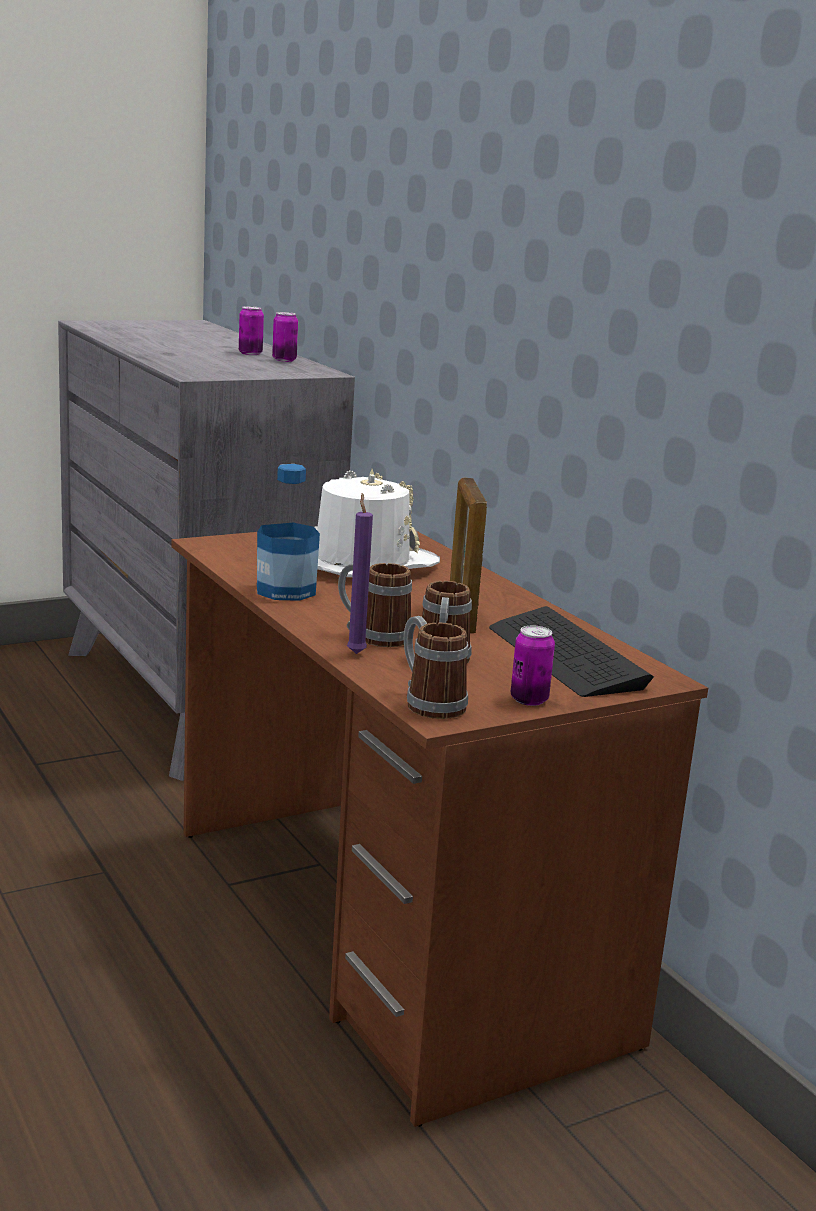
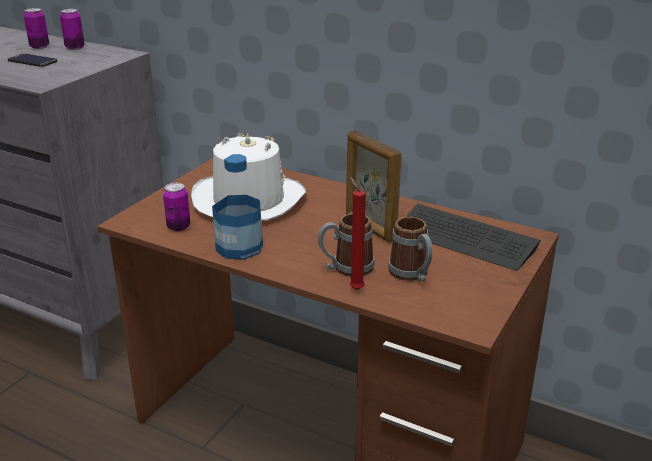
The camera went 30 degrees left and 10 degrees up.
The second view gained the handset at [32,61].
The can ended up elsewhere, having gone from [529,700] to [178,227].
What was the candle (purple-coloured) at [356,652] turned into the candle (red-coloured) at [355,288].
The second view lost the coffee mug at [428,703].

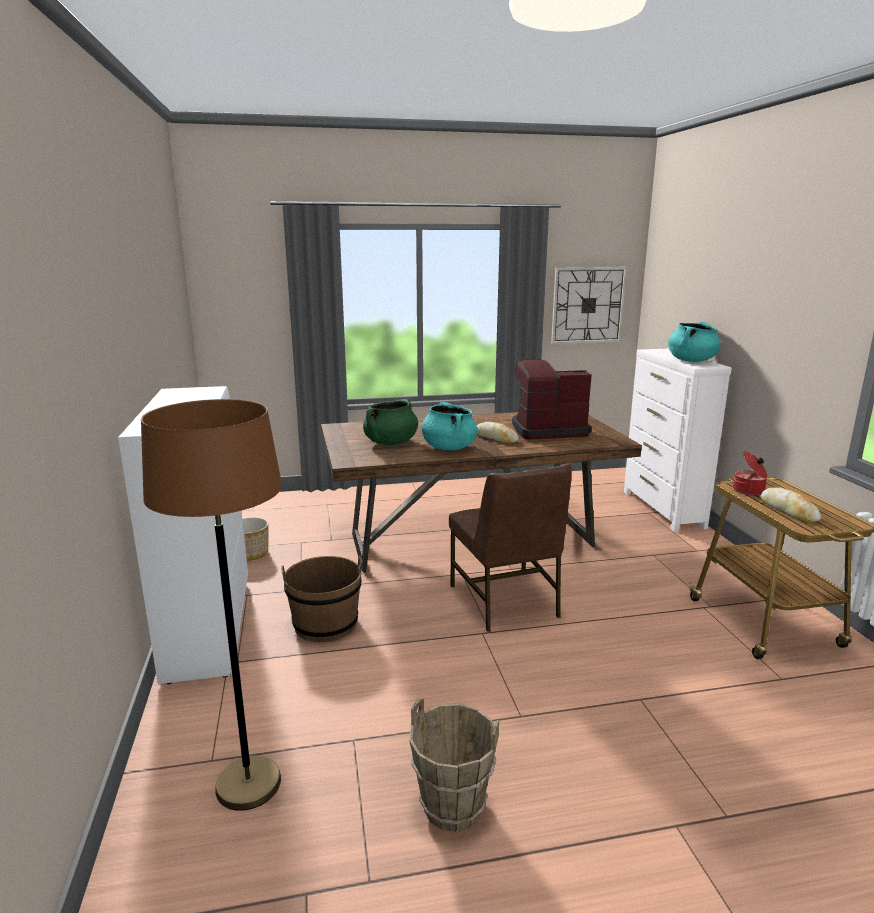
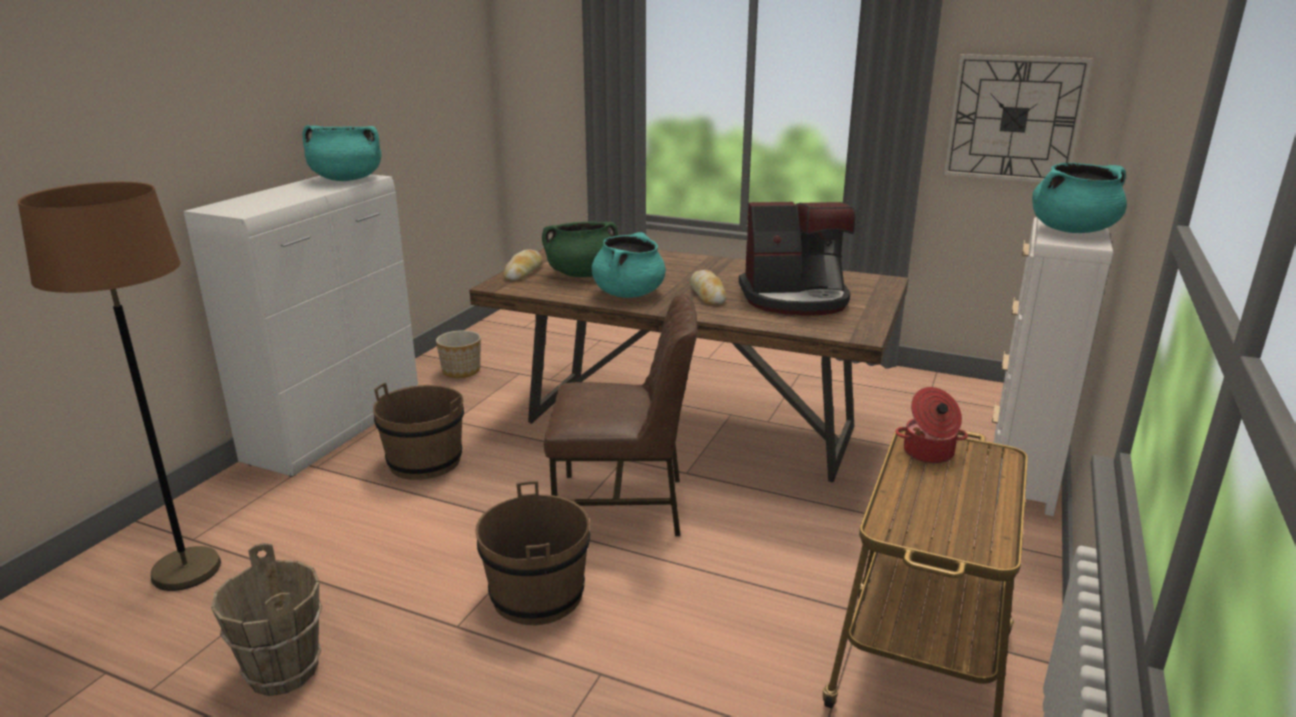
The camera went 35 degrees right and 5 degrees up.
The second view gained the cooking pot (blue-green) at [346,179].
The second view gained the bucket (brown) at [537,595].
The bakery bread ended up elsewhere, having gone from [788,510] to [523,272].
The plain chair (brown) at [505,601] ended up facing another way, 105 degrees counterclockwise from before.
The coffee maker at [547,430] ended up facing another way, 150 degrees clockwise from before.

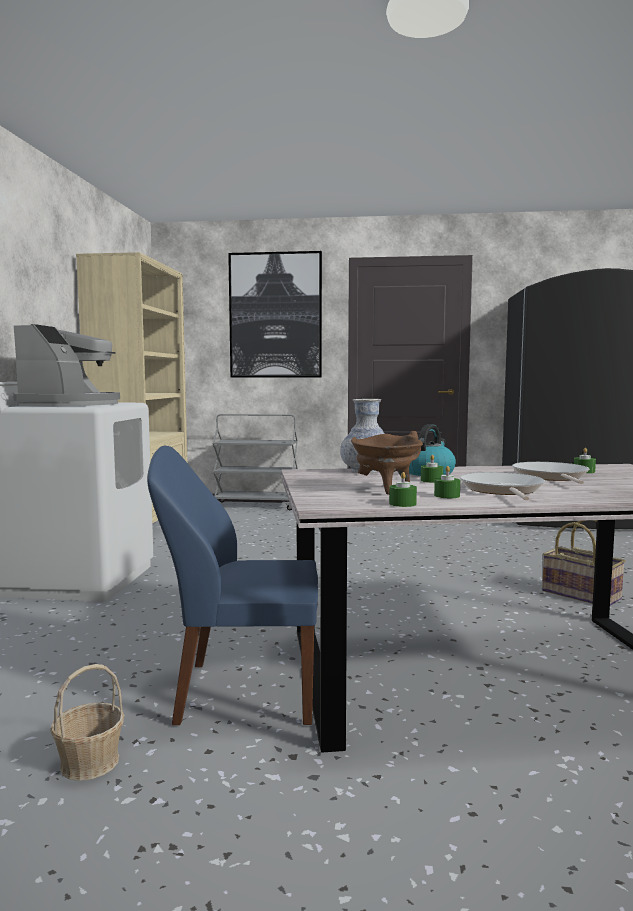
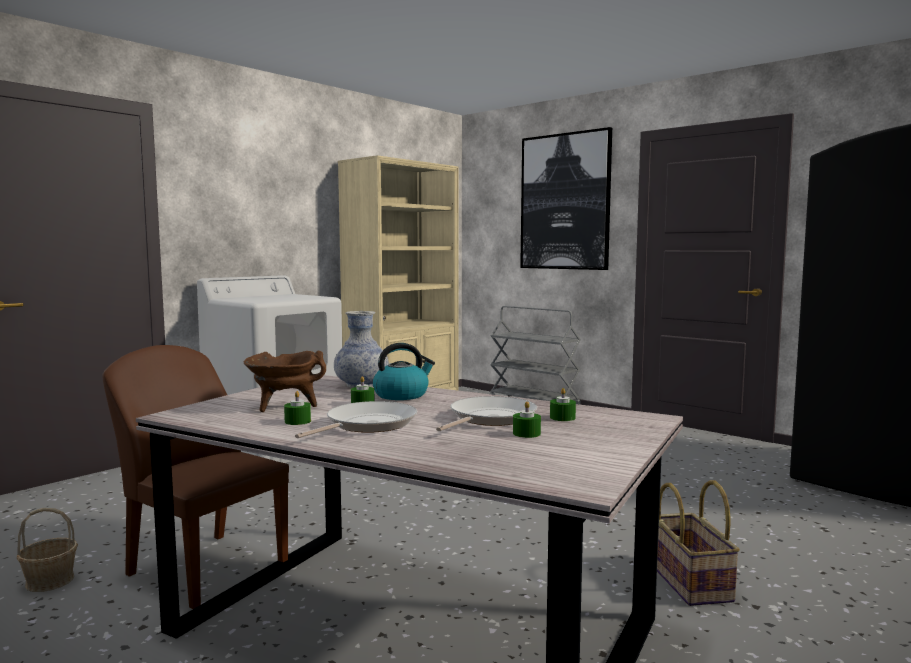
The camera went 35 degrees right and 0 degrees up.
What was the plain chair (blue) at [243,692] turned into the plain chair (brown) at [205,568].
The candle (green-coloured) ended up elsewhere, having gone from [402,504] to [526,433].
The second view lost the coffee maker at [71,404].

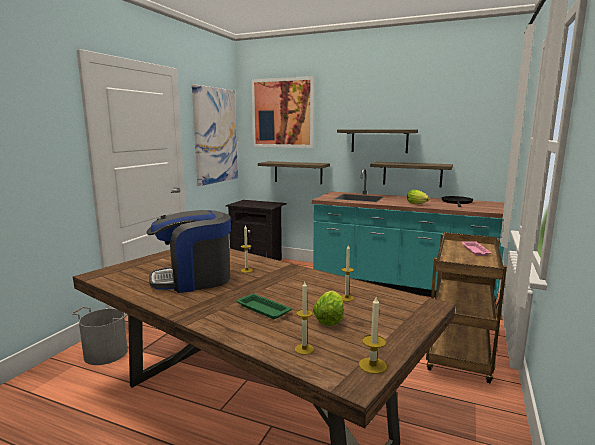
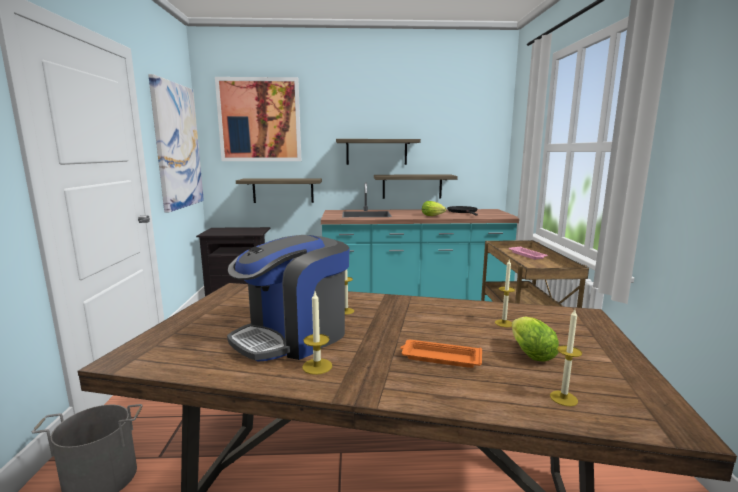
The camera went 25 degrees left and 0 degrees up.
The candle ended up elsewhere, having gone from [372,365] to [317,366].
What was the tray (green-coloured) at [262,309] turned into the tray (orange) at [439,358].

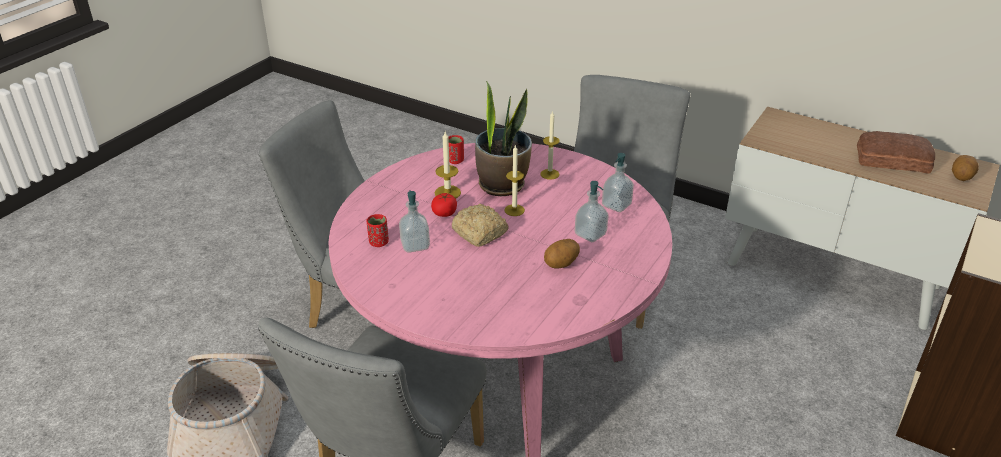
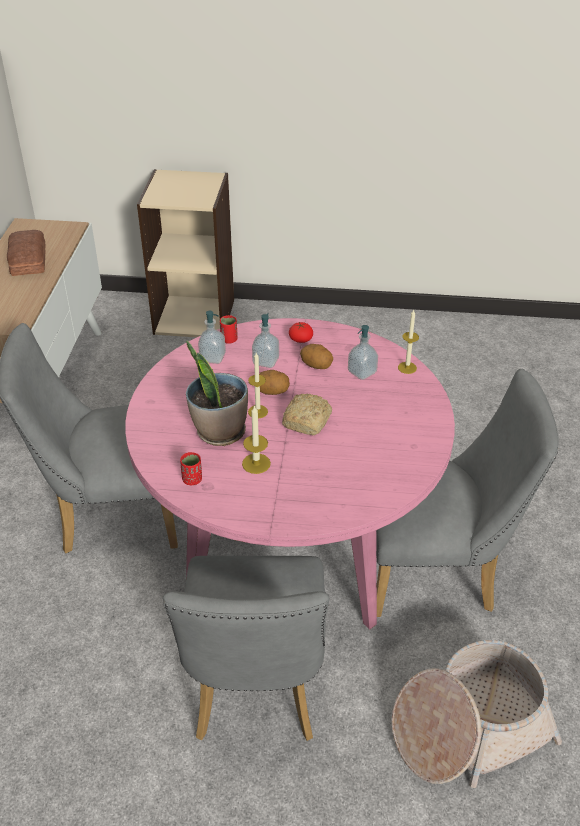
The camera went 115 degrees left and 5 degrees up.
The small cup (red-coloured) ended up elsewhere, having gone from [379,242] to [229,340].
The potato ended up elsewhere, having gone from [961,177] to [272,392].
The tomato ended up elsewhere, having gone from [444,212] to [300,339].
The soap bottle ended up elsewhere, having gone from [415,245] to [362,372].
The candle ended up elsewhere, having gone from [549,174] to [407,368].

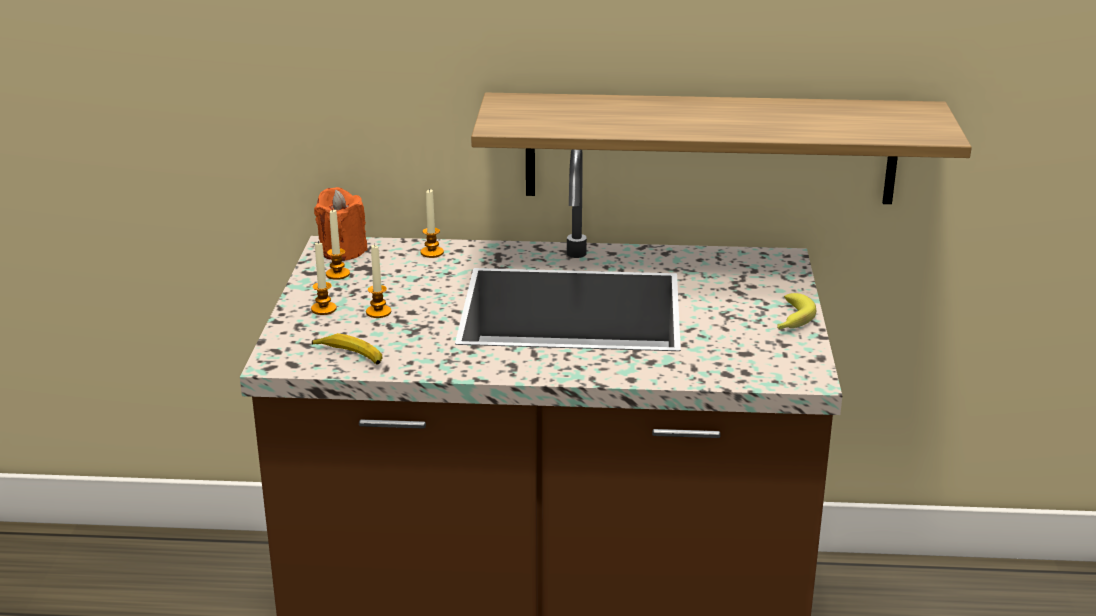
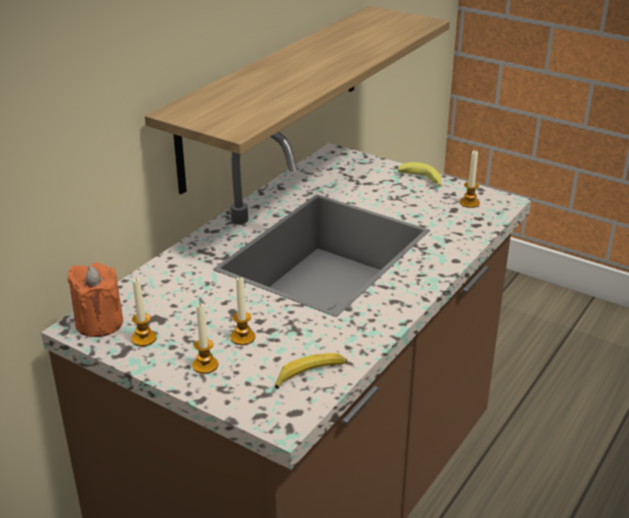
The camera went 60 degrees left and 5 degrees up.
The candle ended up elsewhere, having gone from [432,252] to [469,203].

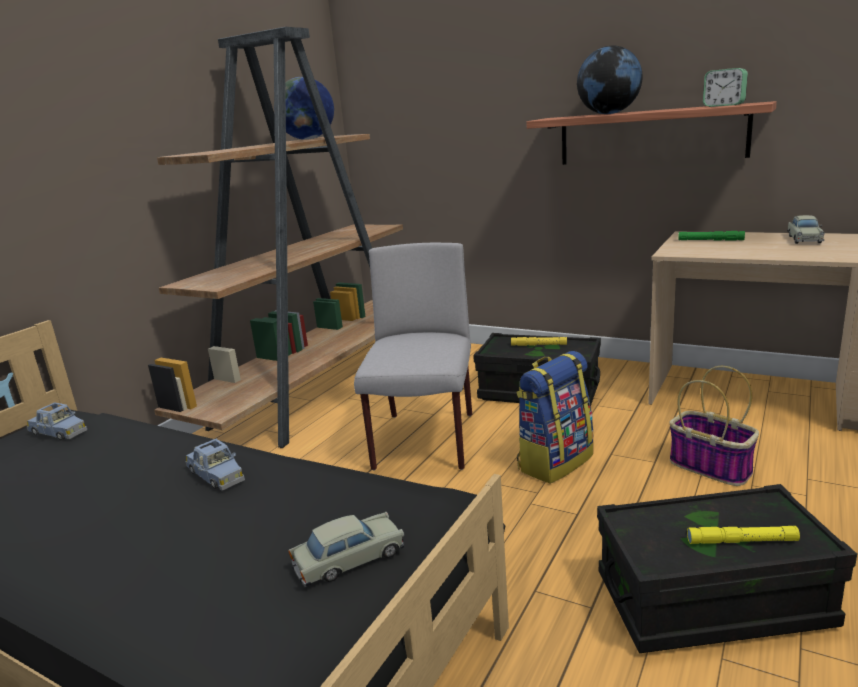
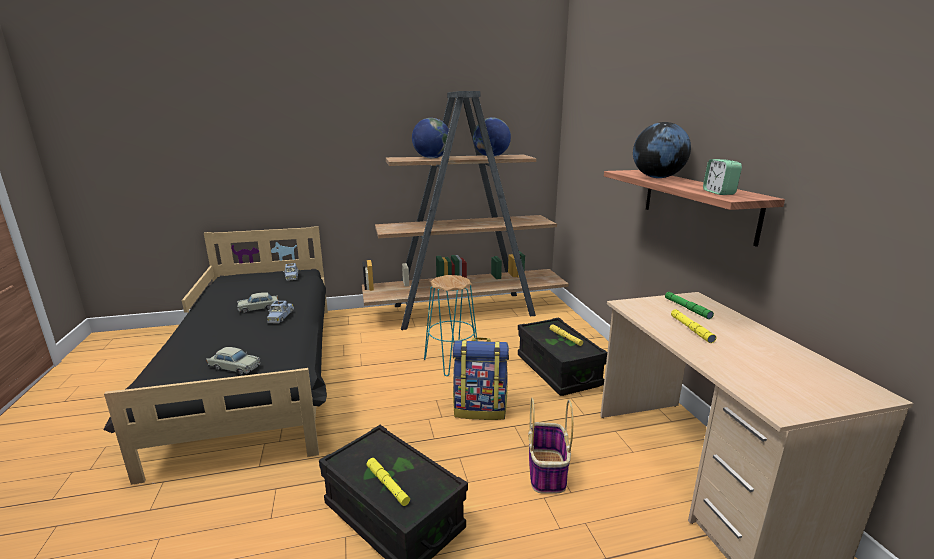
The camera went 45 degrees right and 0 degrees up.
The model car (beige-coloured) ended up elsewhere, having gone from [804,239] to [259,308].
The second view gained the world globe at [431,158].
Where the plain chair (grey) stood at [425,442], the sitting stool (blue-green) came to stand at [452,361].
The second view gained the flashlight (yellow-coloured) at [691,329].

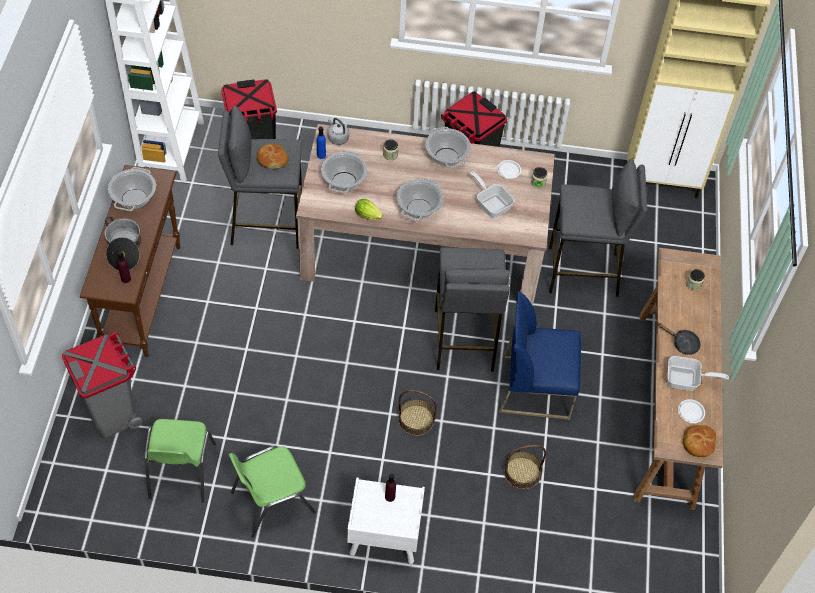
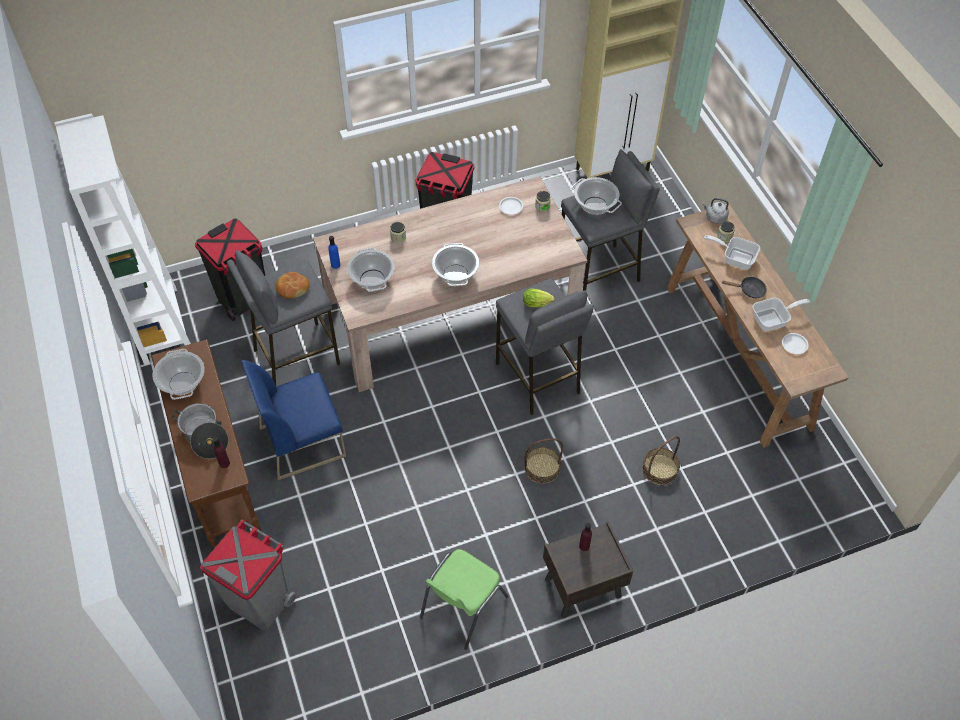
The camera went 25 degrees left and 0 degrees up.
The plain chair (blue) ended up elsewhere, having gone from [536,387] to [303,441].
The lettuce ended up elsewhere, having gone from [369,216] to [538,303].
What was the bedside table (white) at [383,539] turned into the bedside table (brown) at [582,588].
The cooking pot ended up elsewhere, having gone from [446,157] to [594,205].
The water kettle (grey) ended up elsewhere, having gone from [337,138] to [714,217].
The frying pan ended up elsewhere, having gone from [491,204] to [735,258].
The second view lost the plain chair (green-coloured) at [181,472].
The second view lost the bakery bread at [698,443].

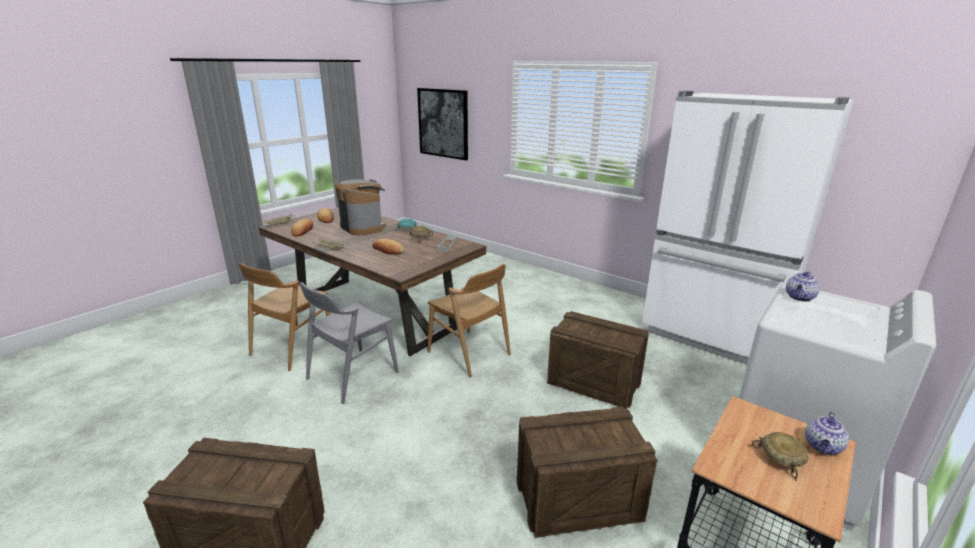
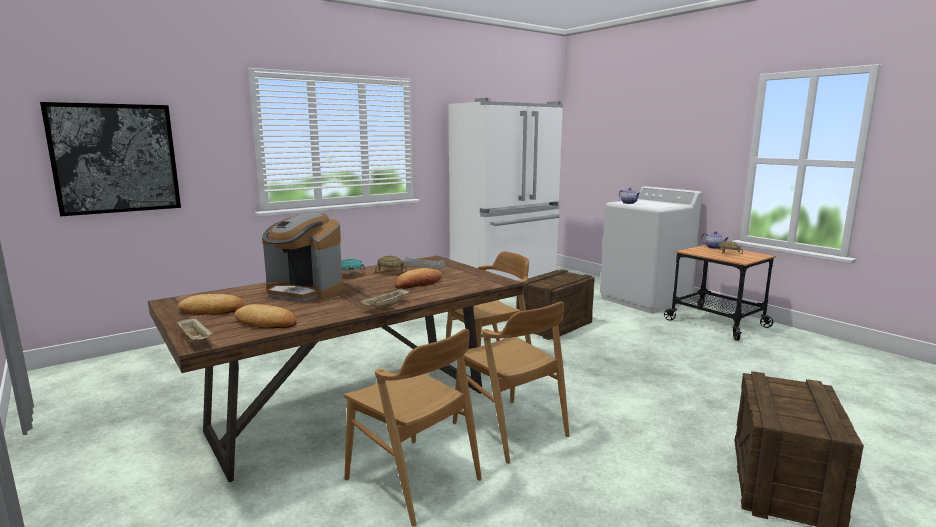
The camera went 75 degrees left and 10 degrees down.
The coffee maker at [363,227] ended up facing another way, 135 degrees counterclockwise from before.
What was the plain chair (grey) at [352,375] turned into the plain chair (brown) at [510,430].
The second view lost the shipping crate at [577,499].

